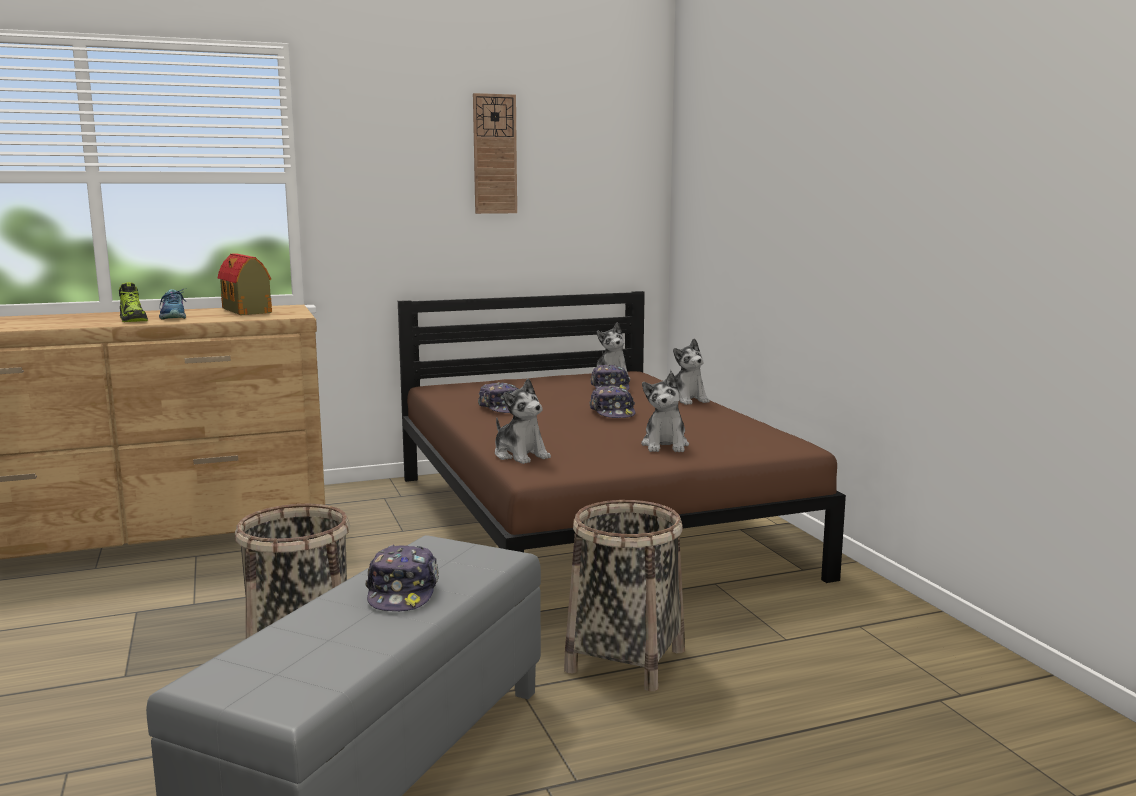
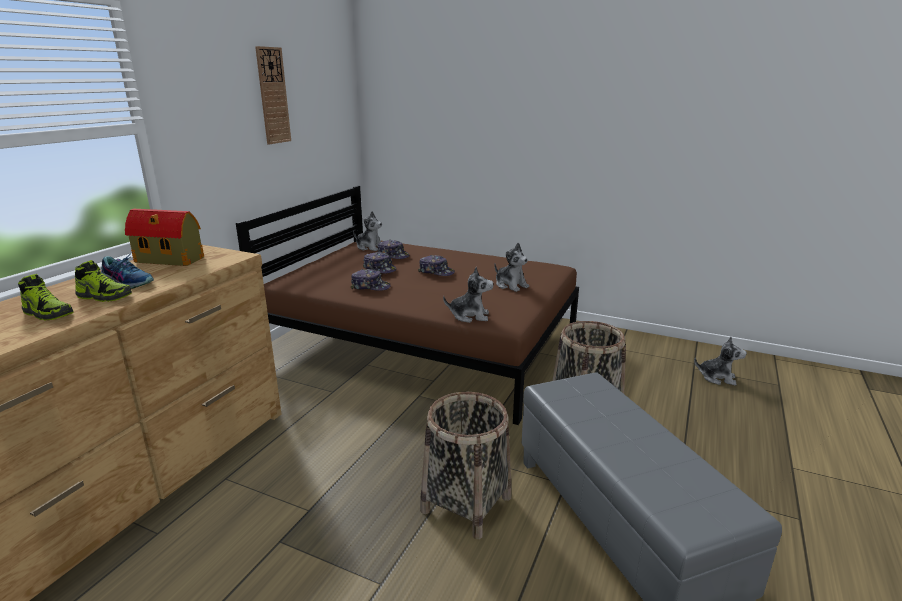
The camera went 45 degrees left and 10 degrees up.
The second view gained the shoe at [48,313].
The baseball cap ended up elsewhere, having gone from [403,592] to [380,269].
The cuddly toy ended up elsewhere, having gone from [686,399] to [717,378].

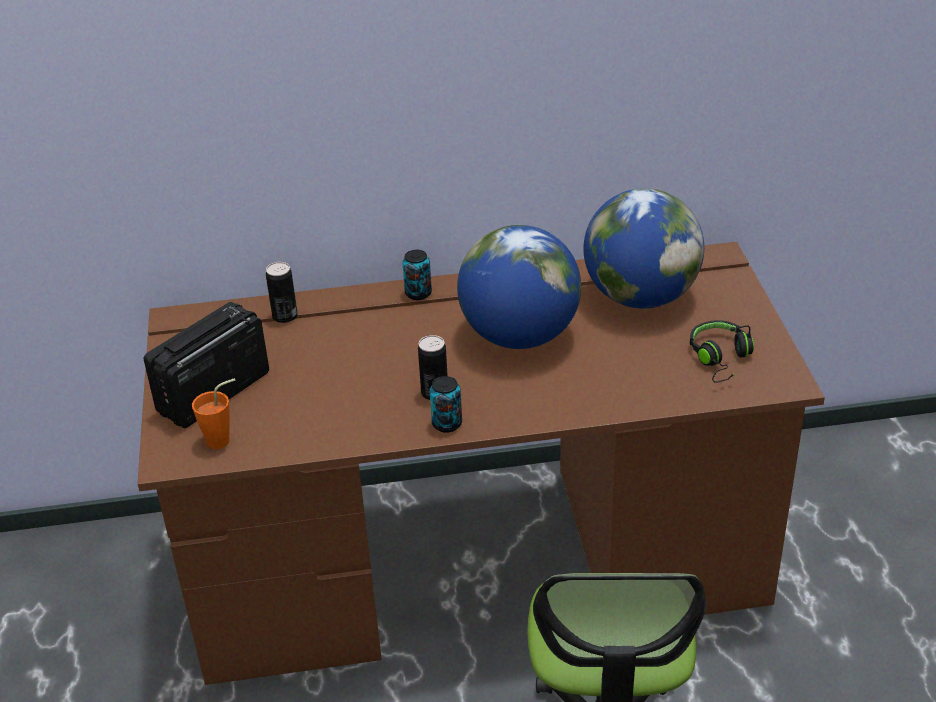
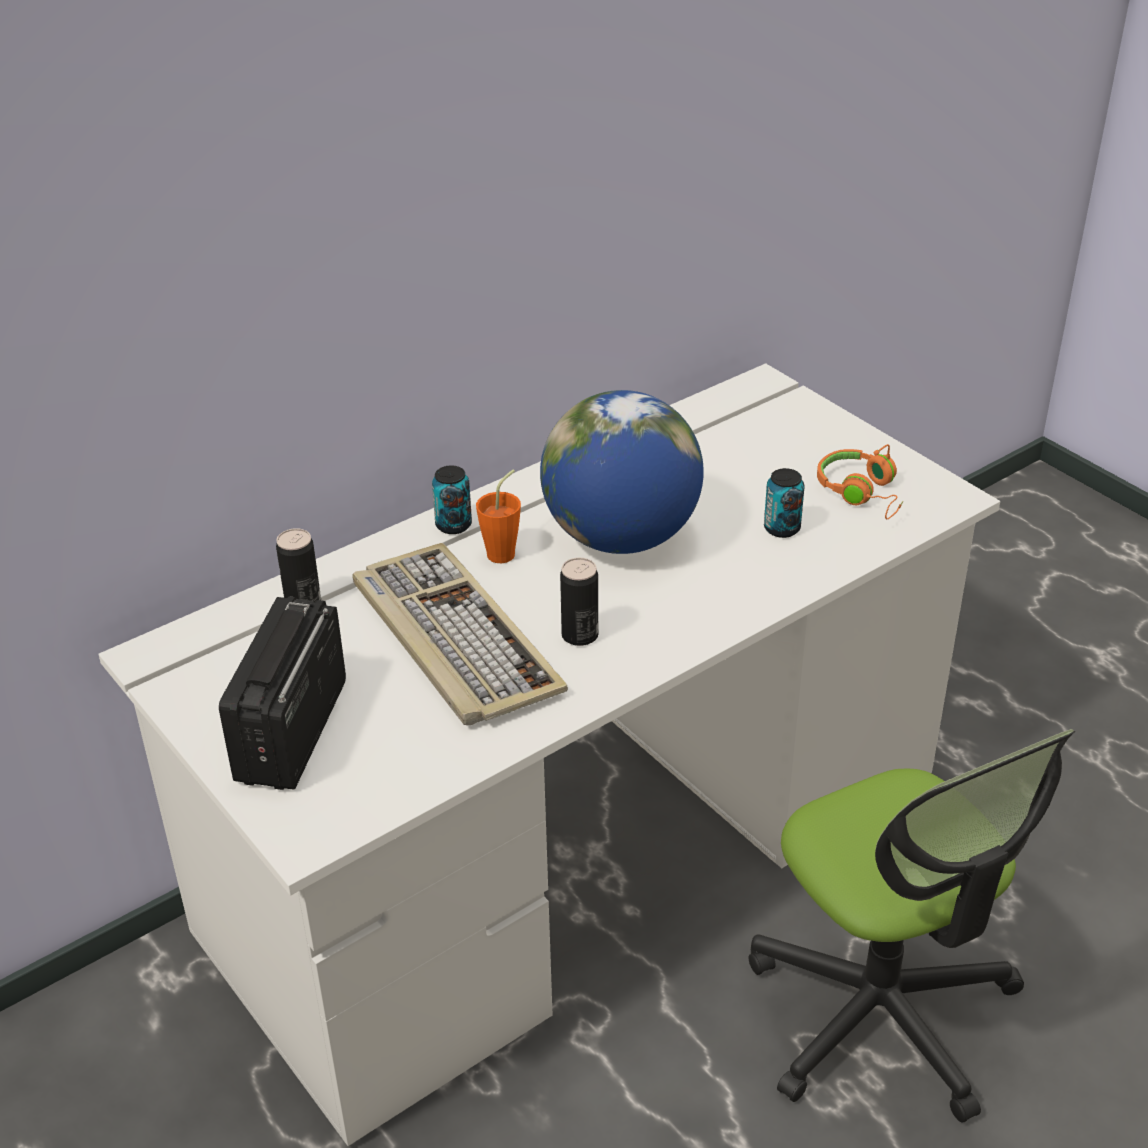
The camera went 30 degrees left and 0 degrees up.
What was the desk (brown) at [477,561] turned into the desk (white) at [577,851].
The second view gained the PC keyboard at [452,638].
The small cup (orange) ended up elsewhere, having gone from [223,439] to [505,551].
The can ended up elsewhere, having gone from [447,424] to [782,528].
What was the pair of headphones (black-coloured) at [721,358] turned into the pair of headphones (orange) at [862,493].
The second view lost the world globe at [640,297].

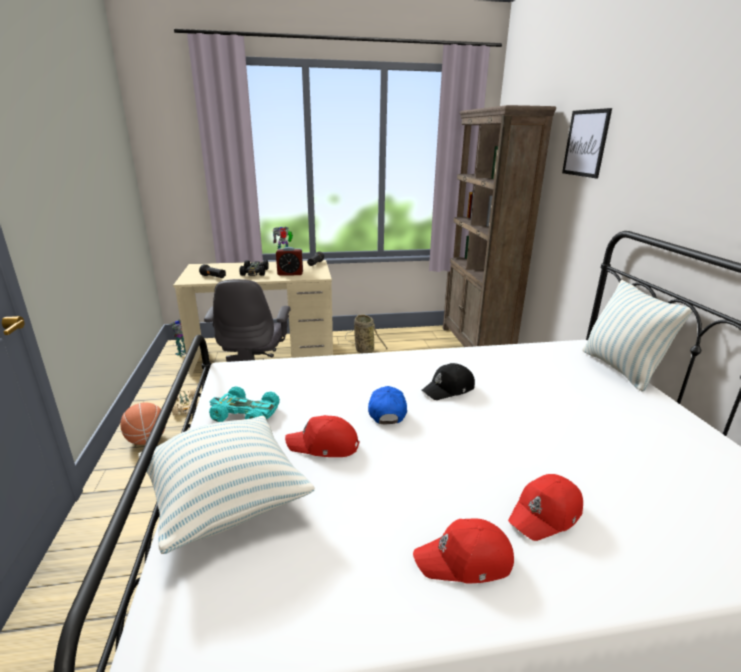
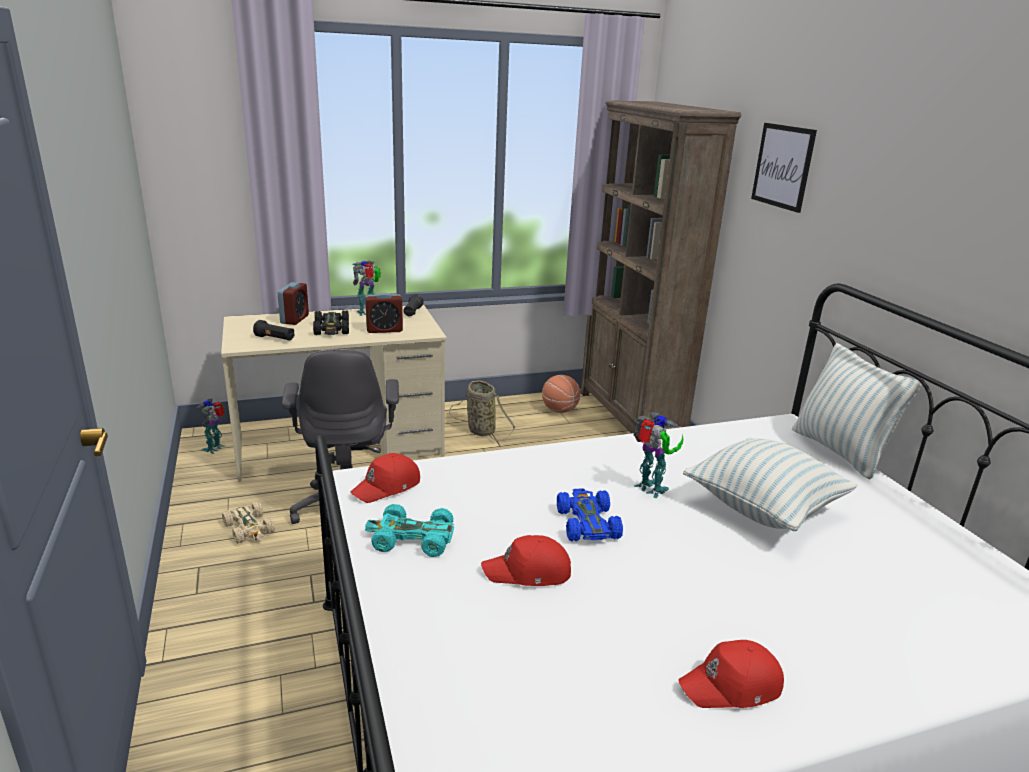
The camera went 10 degrees left and 0 degrees up.
The second view gained the table clock at [294,319].
The baseball cap (red-coloured) ended up elsewhere, having gone from [546,514] to [387,487].
The ball for basketball ended up elsewhere, having gone from [147,439] to [559,410].
Where the baseball cap (blue) stood at [386,411], the model car (blue) came to stand at [586,523].
Where the baseball cap (black-coloured) stood at [449,389], the robot figure came to stand at [650,490].
The throw pillow ended up elsewhere, having gone from [227,502] to [763,509].

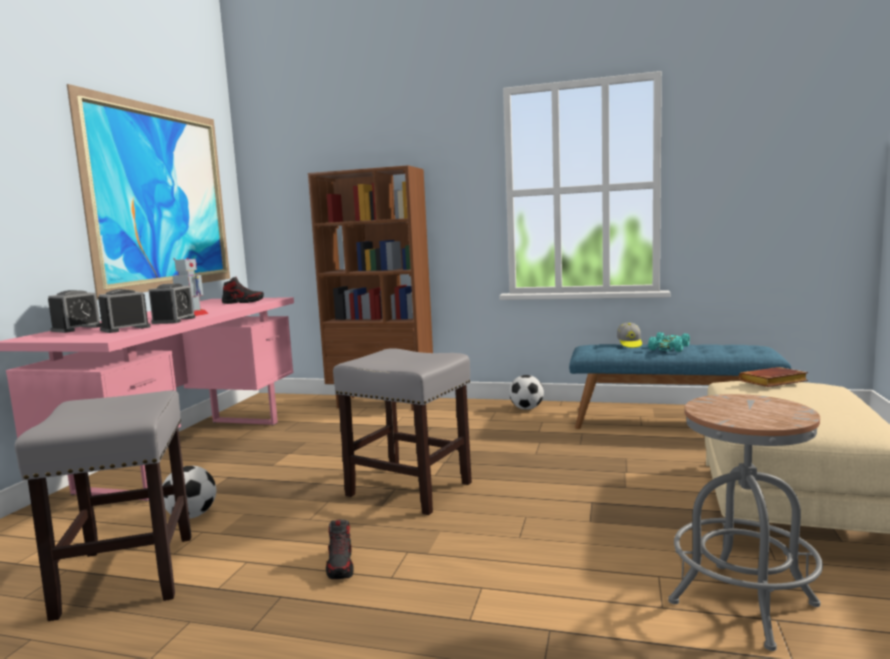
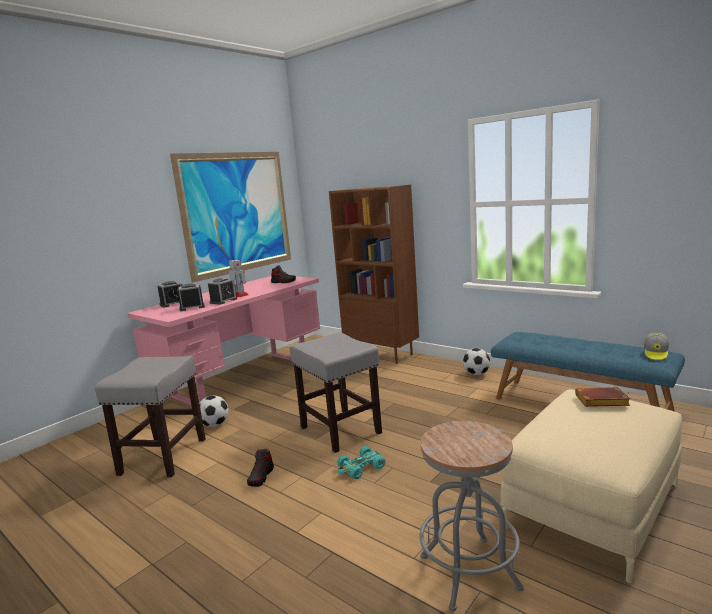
The camera went 25 degrees right and 5 degrees up.
The model car (blue-green) ended up elsewhere, having gone from [669,348] to [361,468].
The baseball cap ended up elsewhere, having gone from [629,344] to [655,353].

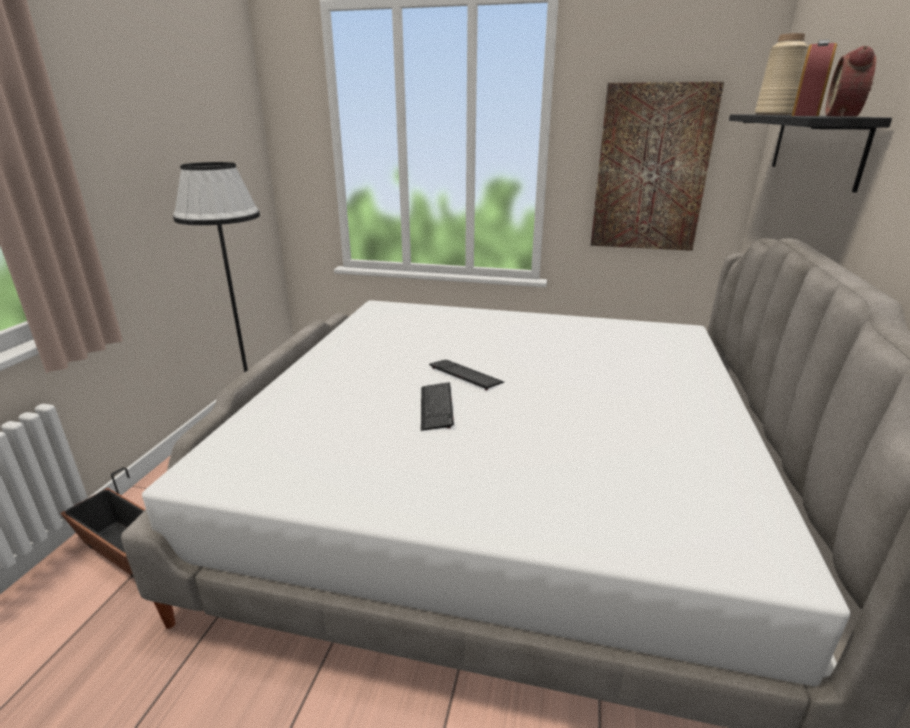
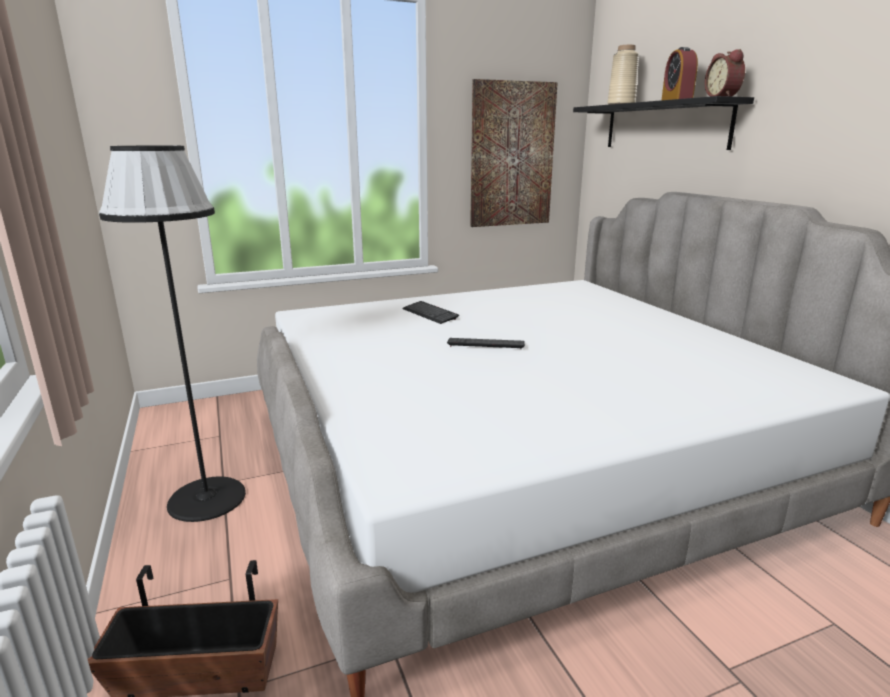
The camera went 35 degrees left and 5 degrees down.
The PC keyboard ended up elsewhere, having gone from [436,407] to [430,314].

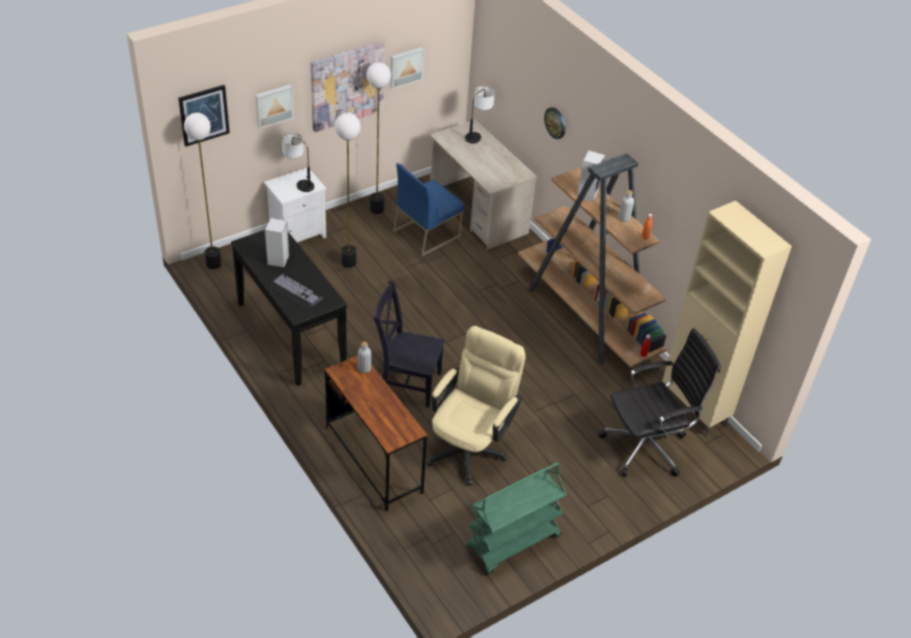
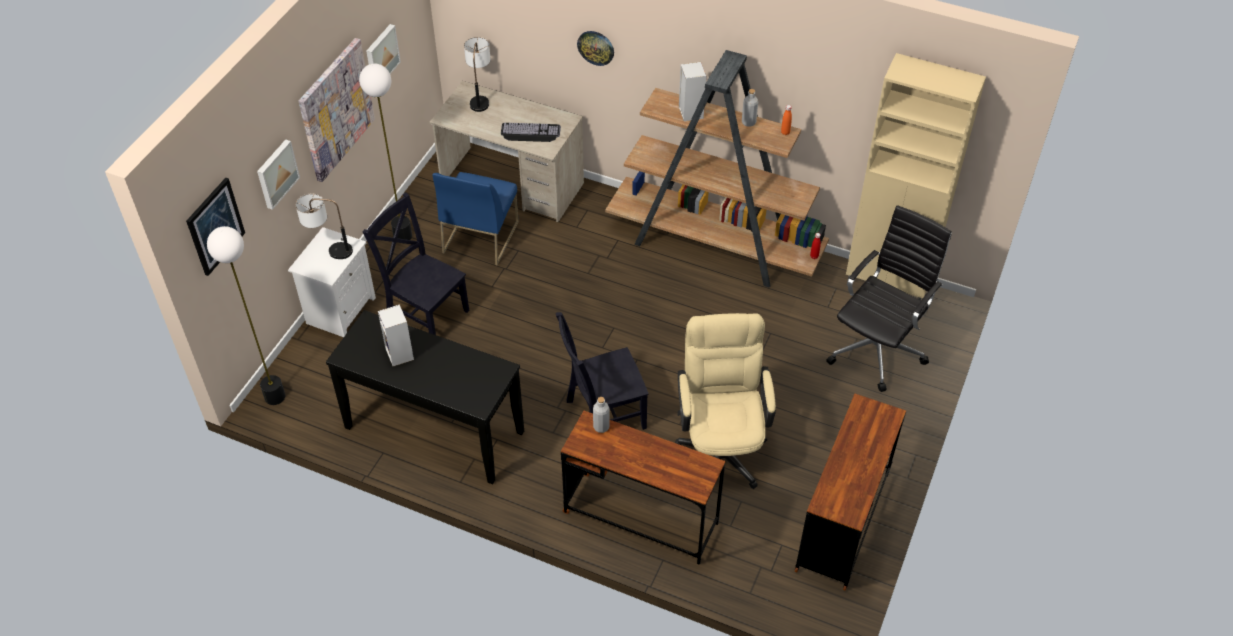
The camera went 30 degrees left and 5 degrees up.
Where the floor lamp stood at [349,262], the plain chair (black-coloured) came to stand at [425,313].
The PC keyboard ended up elsewhere, having gone from [294,292] to [529,133].
Where the cart (green-coloured) stood at [512,543], the desk (brown) came to stand at [843,521].

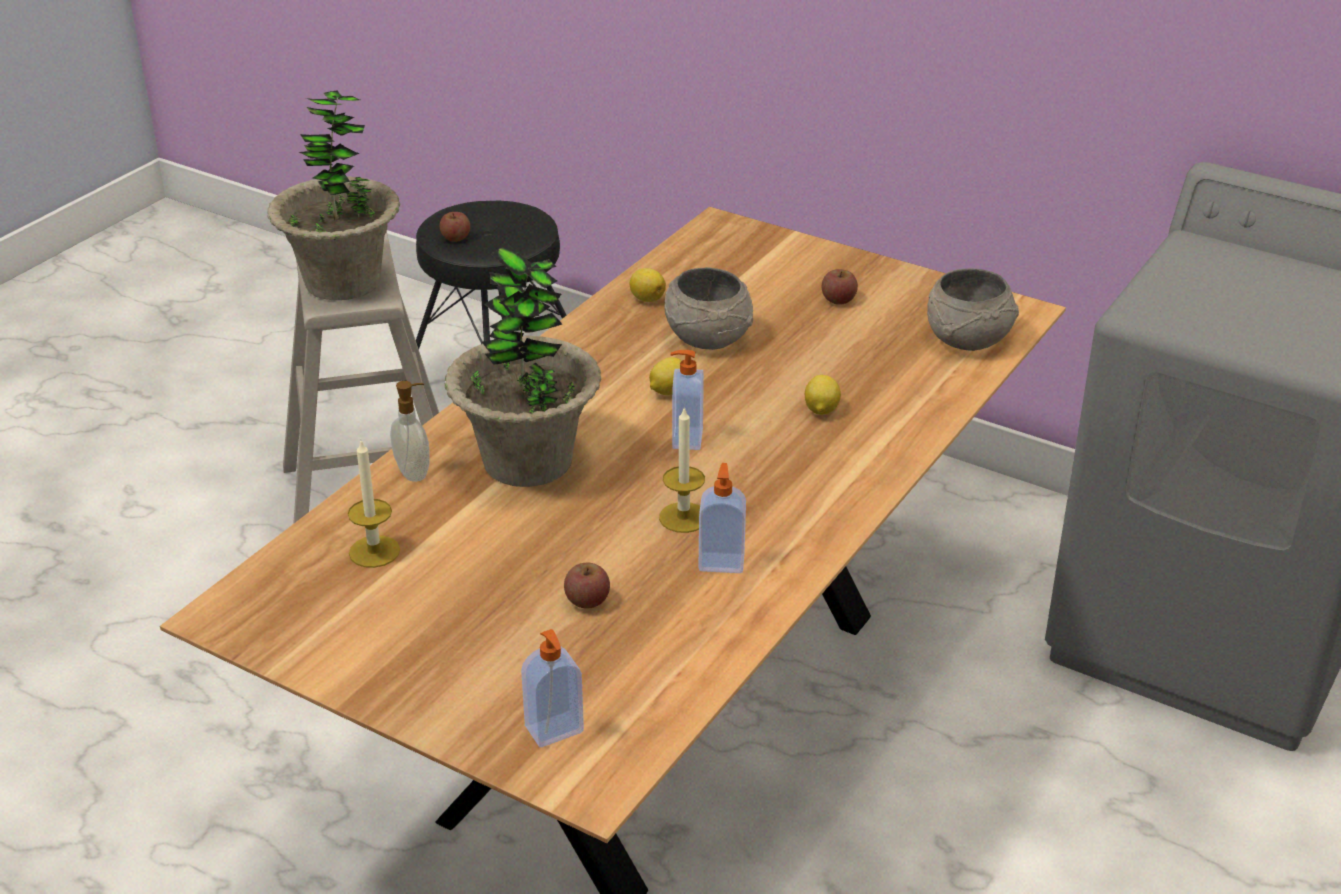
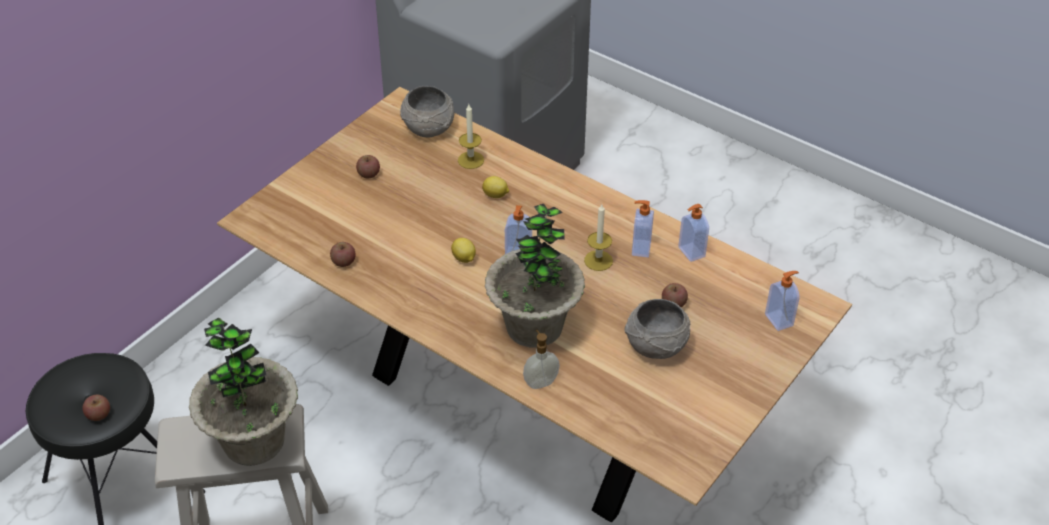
The camera went 85 degrees left and 10 degrees up.
Where the whole lemon stood at [646,298], the whole apple came to stand at [343,262].
The candle ended up elsewhere, having gone from [374,551] to [470,160].
The bowl (grey) ended up elsewhere, having gone from [707,337] to [655,346].
The second view gained the soap bottle at [690,252].

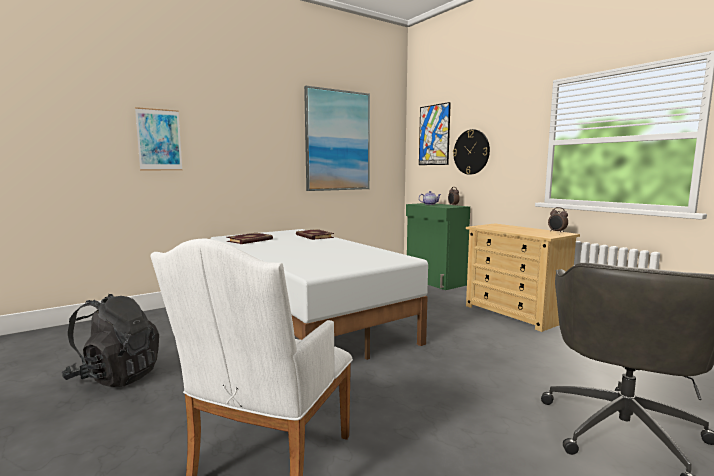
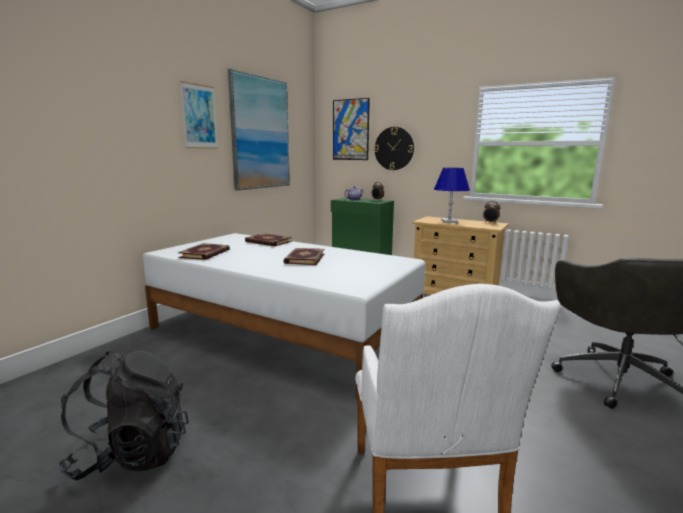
The camera went 25 degrees left and 5 degrees up.
The picture ended up elsewhere, having gone from [159,140] to [199,116].
The second view gained the book at [304,258].
The second view gained the tabletop lamp (blue) at [449,221].

